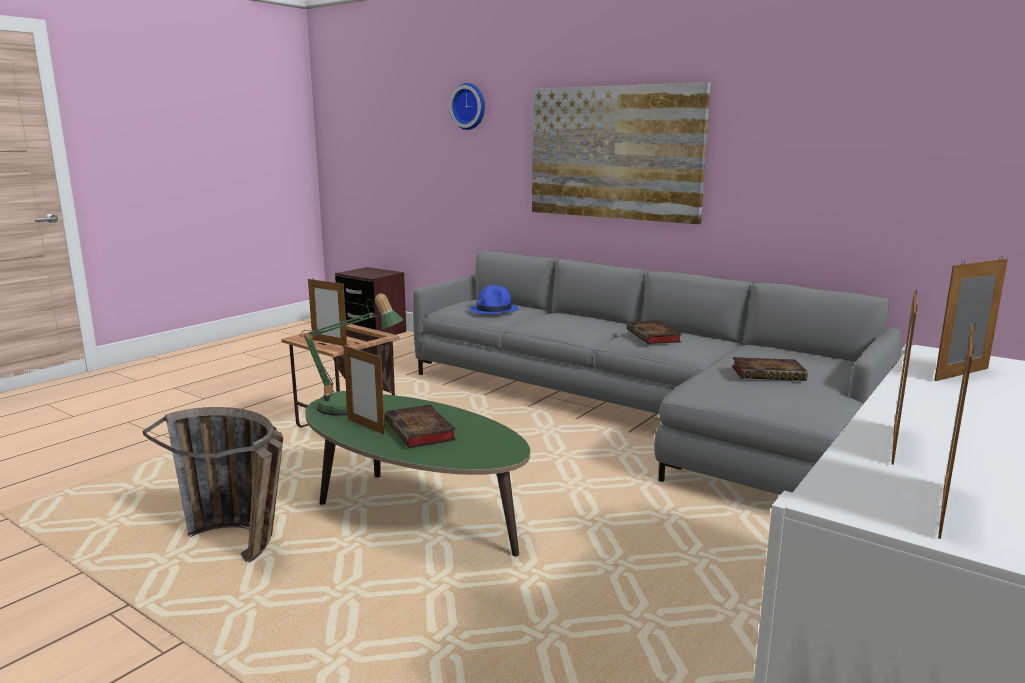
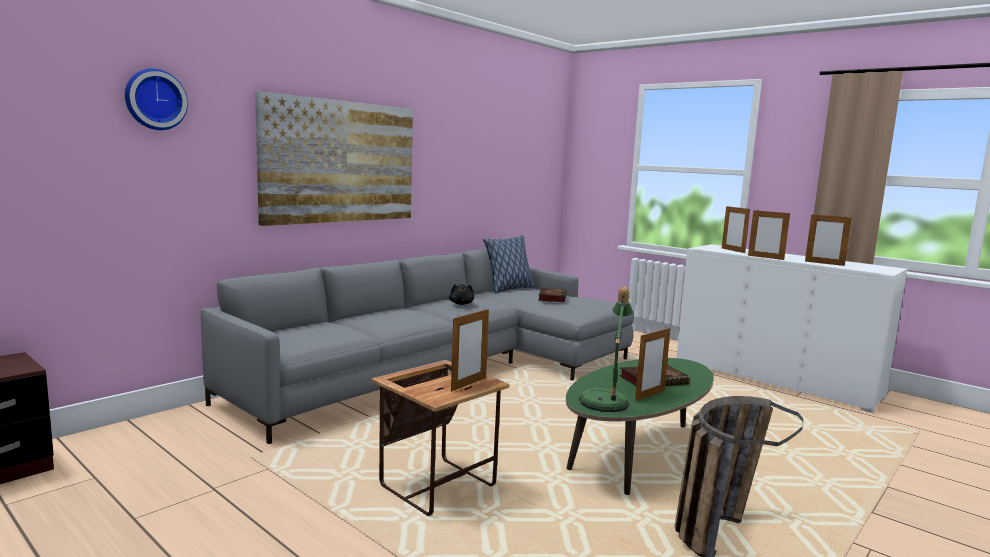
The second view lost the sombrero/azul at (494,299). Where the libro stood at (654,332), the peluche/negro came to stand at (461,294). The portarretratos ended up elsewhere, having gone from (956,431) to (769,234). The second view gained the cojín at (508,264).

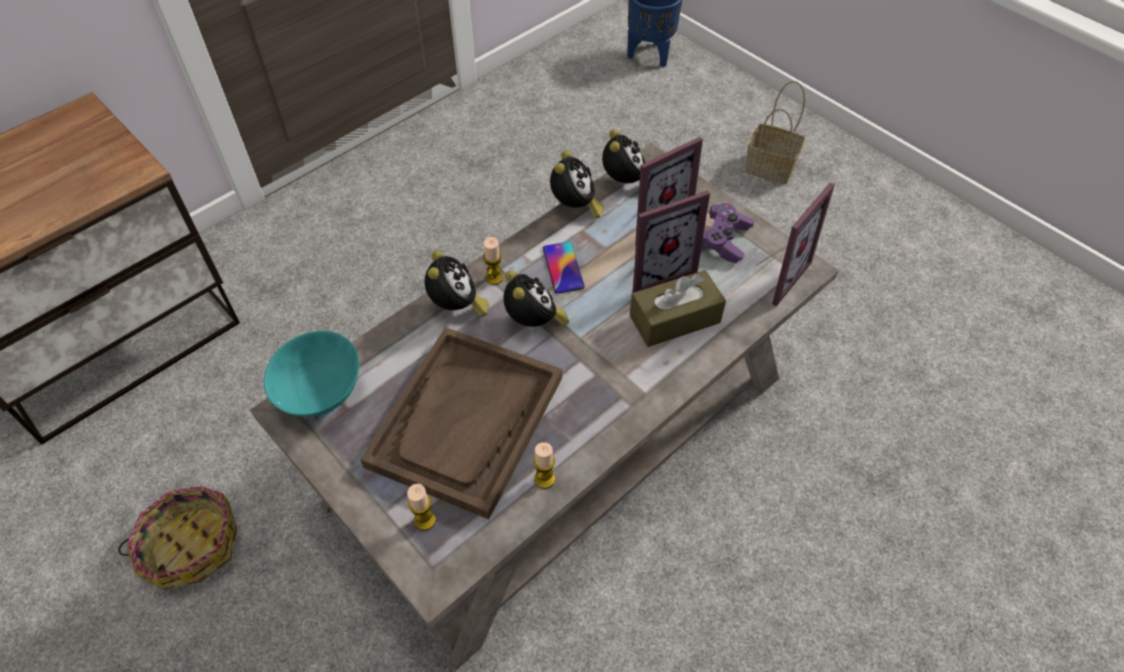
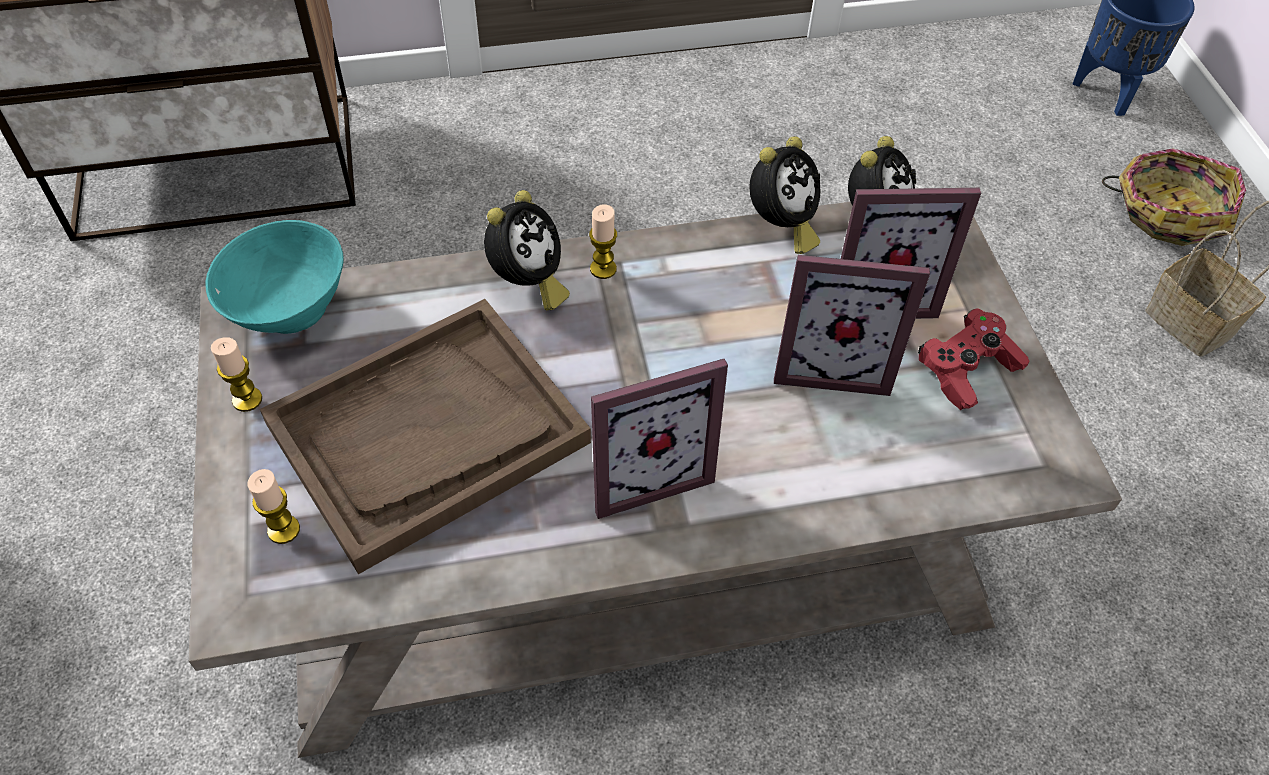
The cesta ended up elsewhere, having gone from (177,538) to (1174,197). The second view lost the despertador at (536,298). The vela ended up elsewhere, having gone from (544,465) to (236,374). The second view lost the móvil at (564,268). The second view lost the caja de pañuelos/marrón at (678,308). What was the mando de consola/morado at (728,233) turned into the mando de consola/rojo at (973,359). The portarretratos ended up elsewhere, having gone from (796,244) to (659,439).

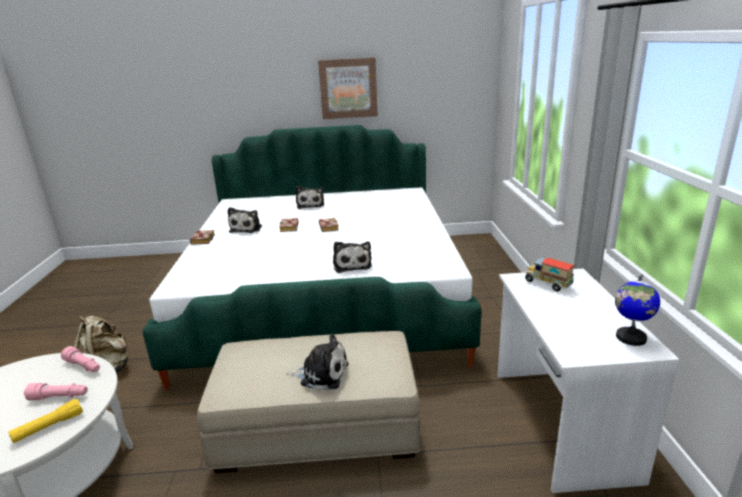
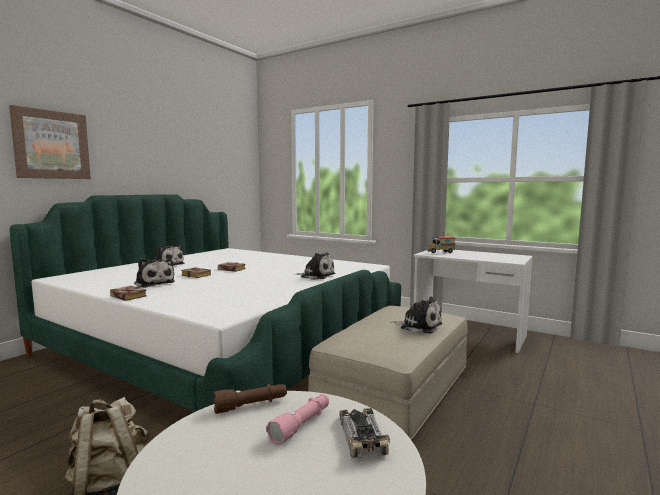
Where the linterna/amarillo stood at (45,421), the coche de juguete came to stand at (364,433). What was the linterna/rosa at (80,359) turned into the linterna/marrón at (250,399). The peluche at (317,362) ended up facing another way, 75 degrees clockwise from before. The cuadro ended up elsewhere, having gone from (348,88) to (50,142). The second view lost the globo terráqueo at (637,310).

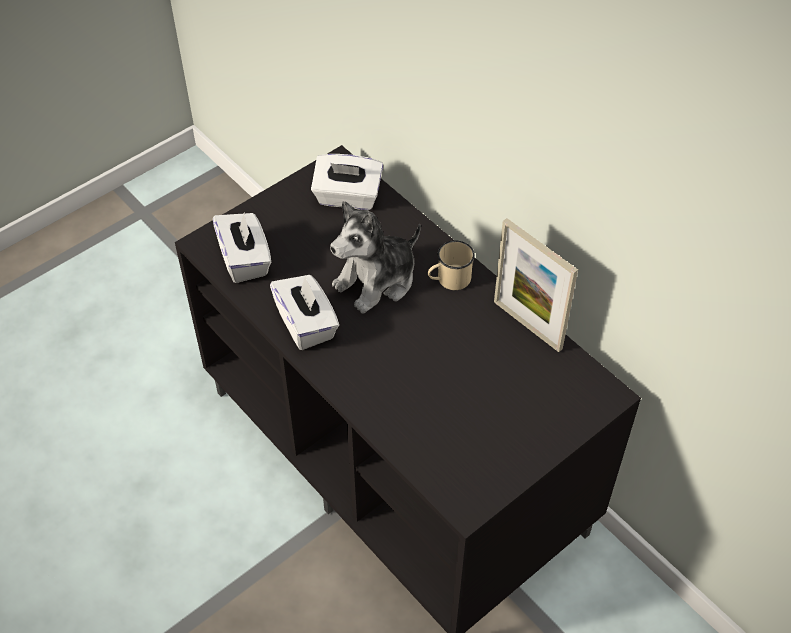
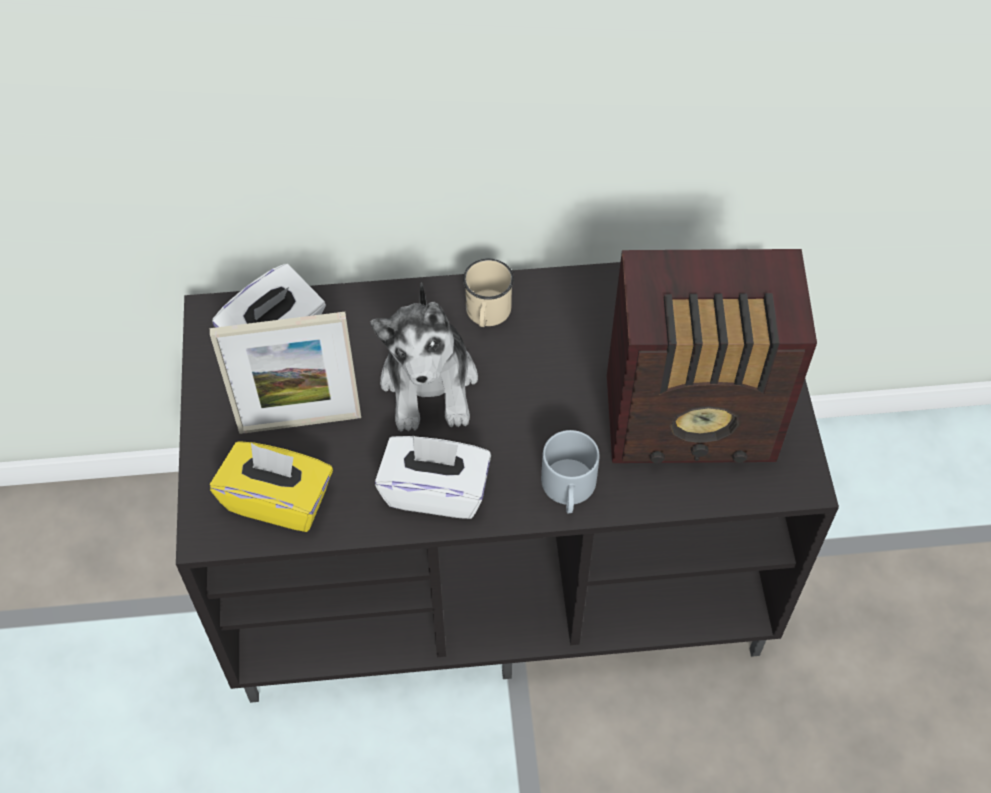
What was the caja de pañuelos/blanco at (242,248) turned into the caja de pañuelos/amarillo at (271,486). The portarretratos ended up elsewhere, having gone from (536,285) to (285,373). The second view gained the taza grande/gris at (570,471). The second view gained the radio at (712,356).

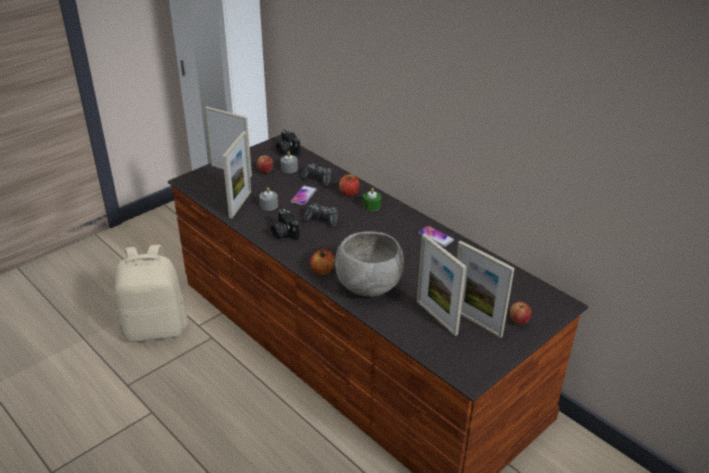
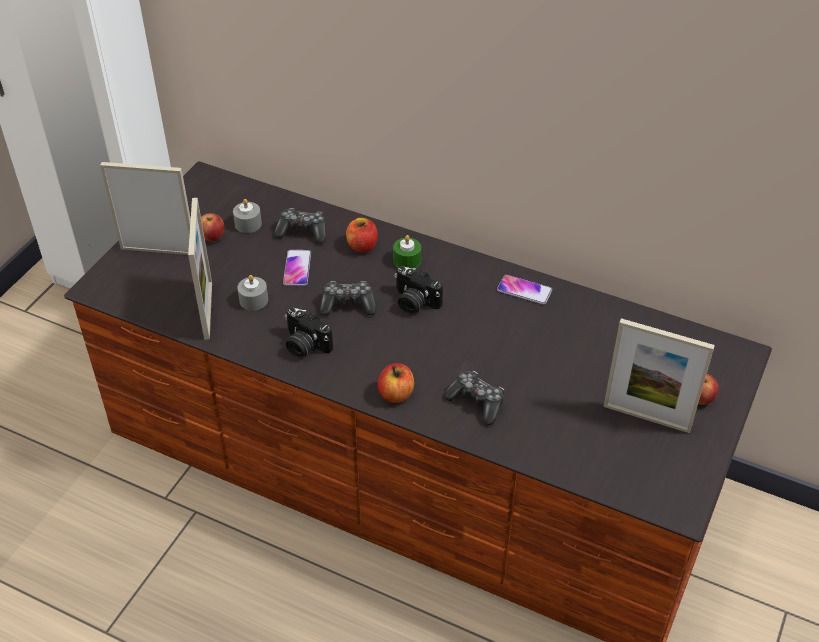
The second view lost the mochila/beis at (151,293). The cámara ended up elsewhere, having gone from (288,143) to (419,290). Where the cuenco/gris stood at (369,264), the mando de consola came to stand at (474,398). The second view lost the portarretratos at (442,285).

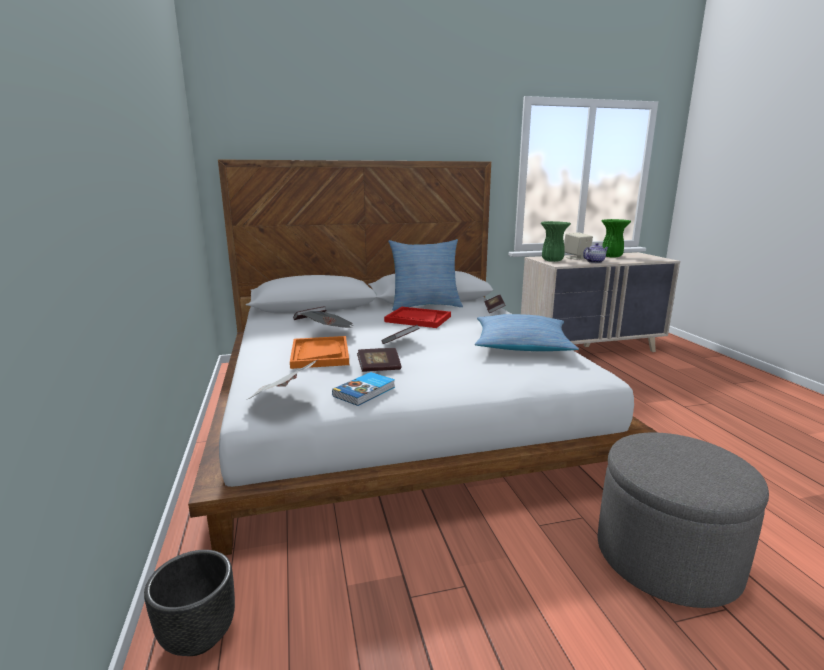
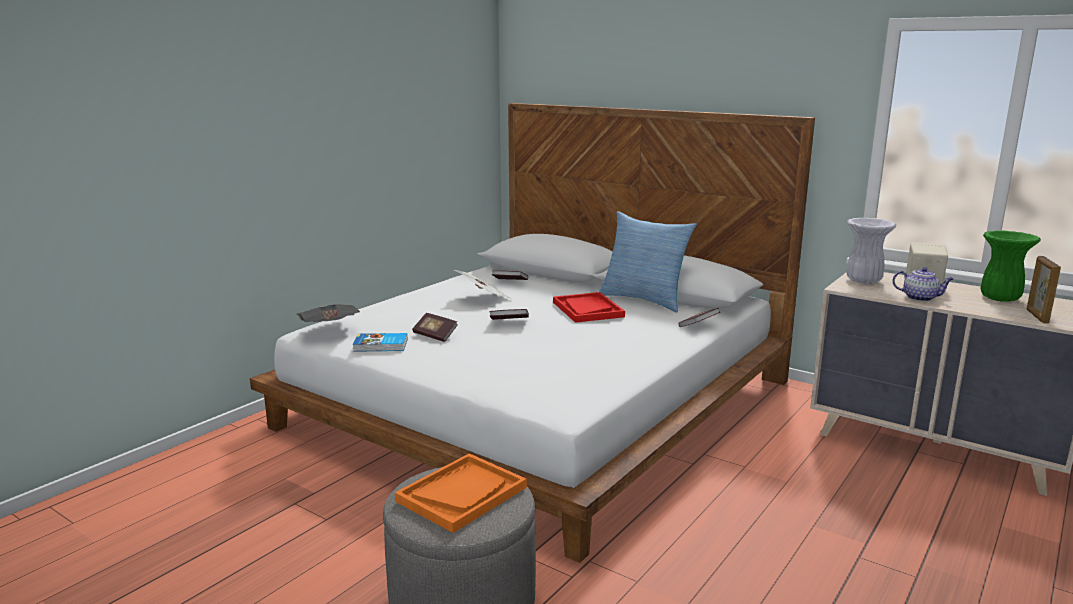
The second view lost the maceta/negro at (189,603). The bandeja/naranja ended up elsewhere, having gone from (319,352) to (461,493). The second view lost the cojín at (527,332). What was the florero/verde at (556,241) turned into the florero/blanco at (871,251). The second view gained the portarretratos at (1044,290).

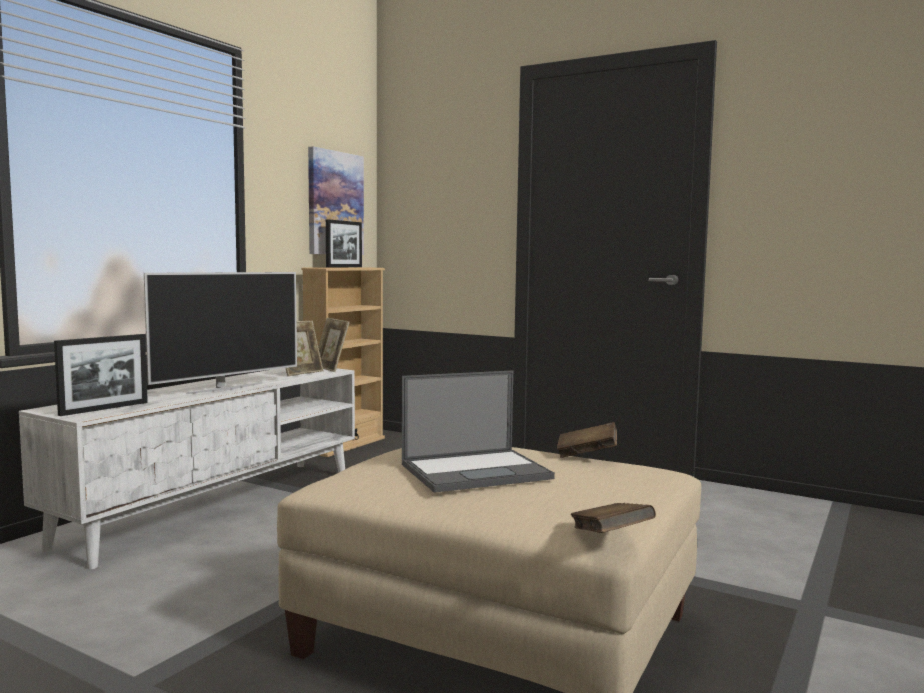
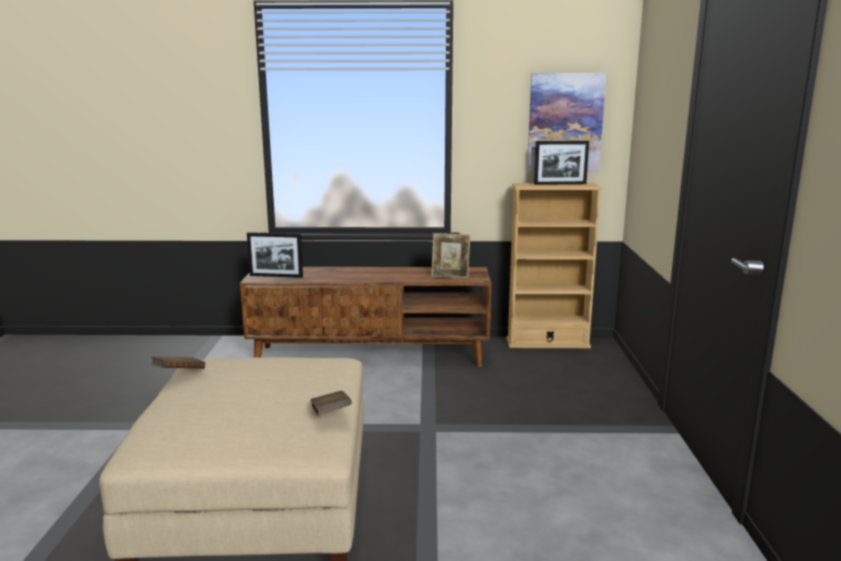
What was the mueble de televisión/blanco at (187,468) turned into the mueble de televisión/marrón at (365,317). The second view lost the televisor at (220,333). The second view lost the portarretratos at (334,345). The second view lost the portátil at (478,431). The libro/marrón ended up elsewhere, having gone from (613,518) to (178,363).

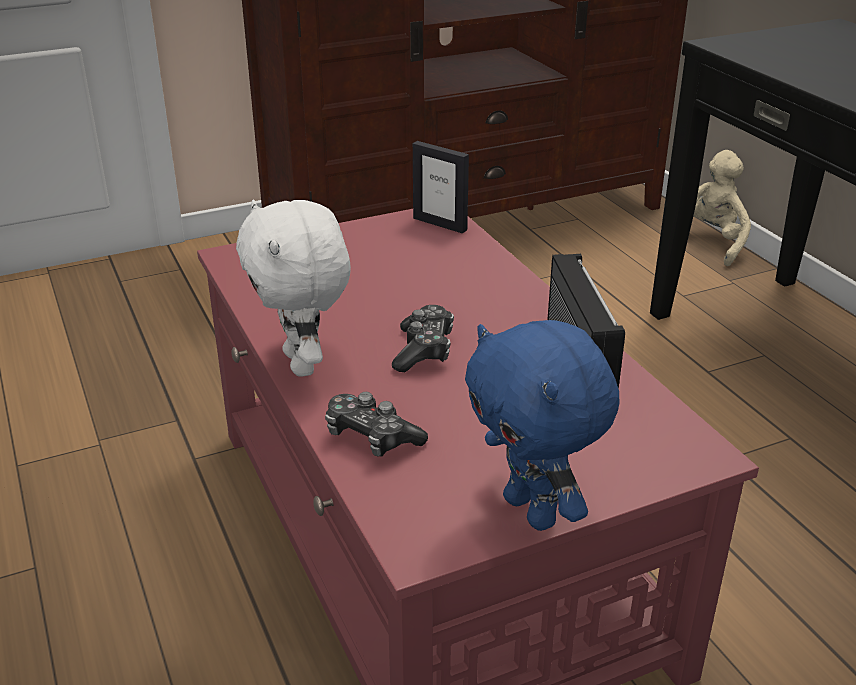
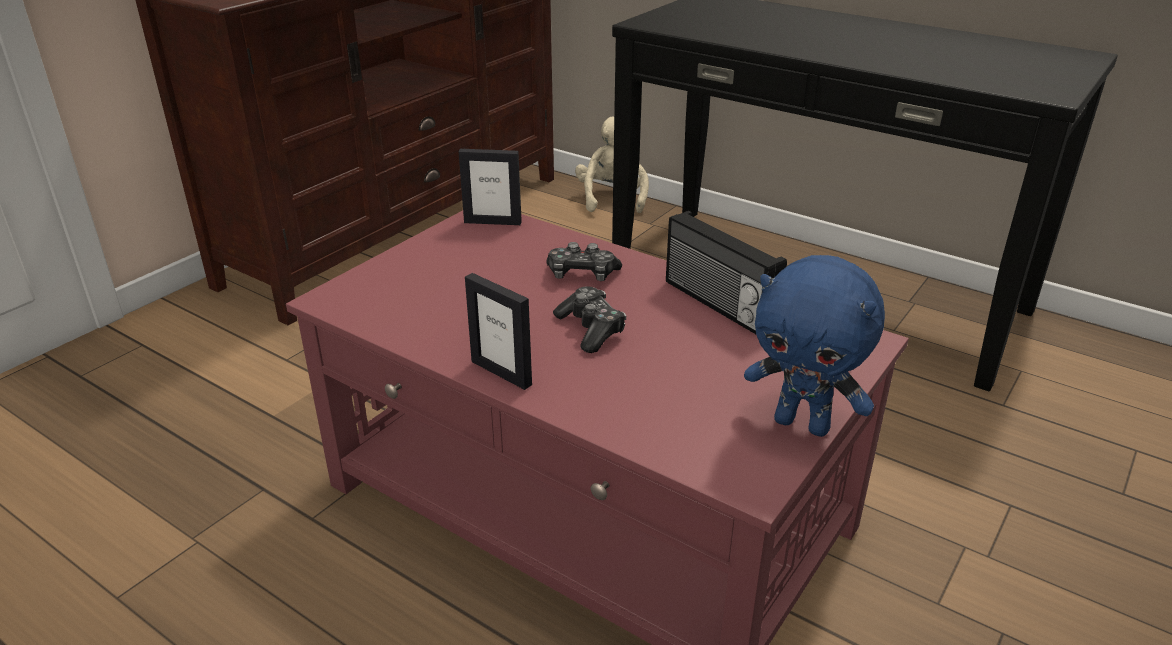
Where the peluche/blanco stood at (293,288), the portarretratos came to stand at (498,331). The mando de consola ended up elsewhere, having gone from (376,424) to (584,261).

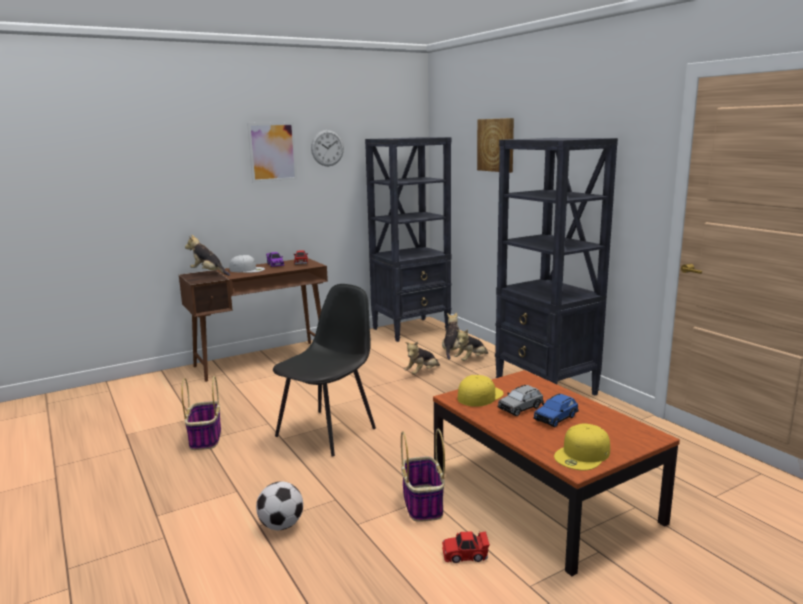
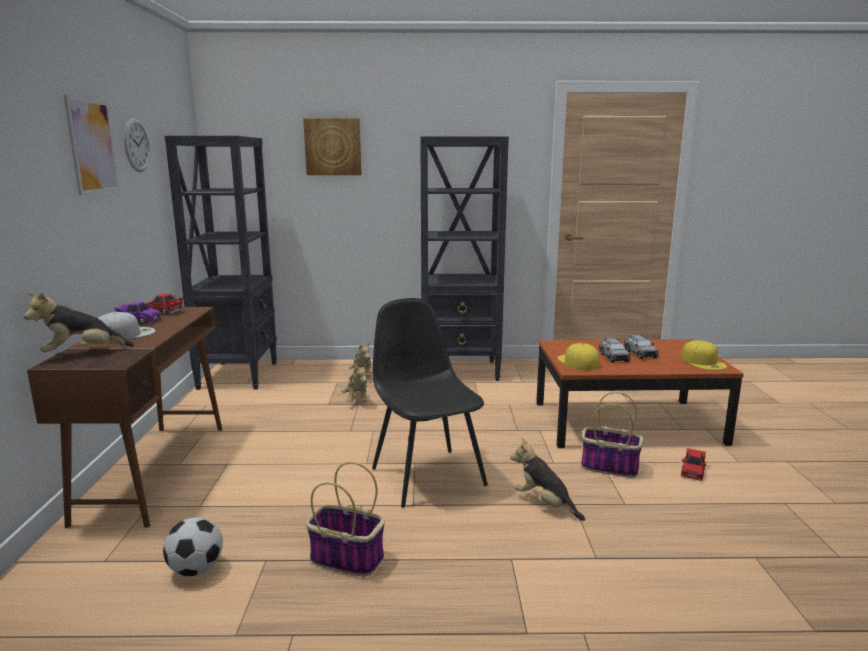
The balón de fútbol ended up elsewhere, having gone from (279,505) to (193,546). The peluche ended up elsewhere, having gone from (451,336) to (547,479). What was the coche de juguete/azul at (556,411) turned into the coche de juguete/gris at (641,347).

